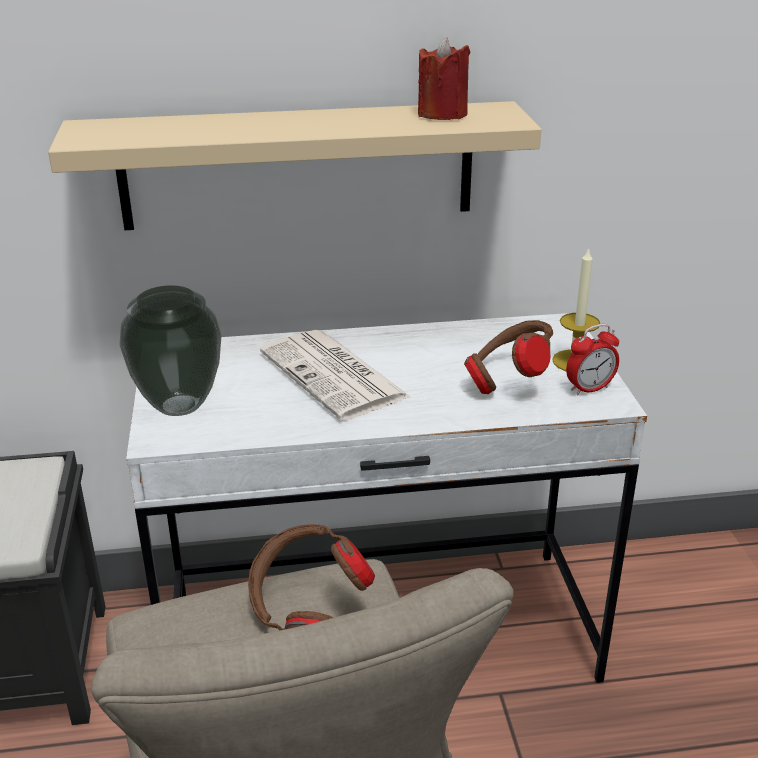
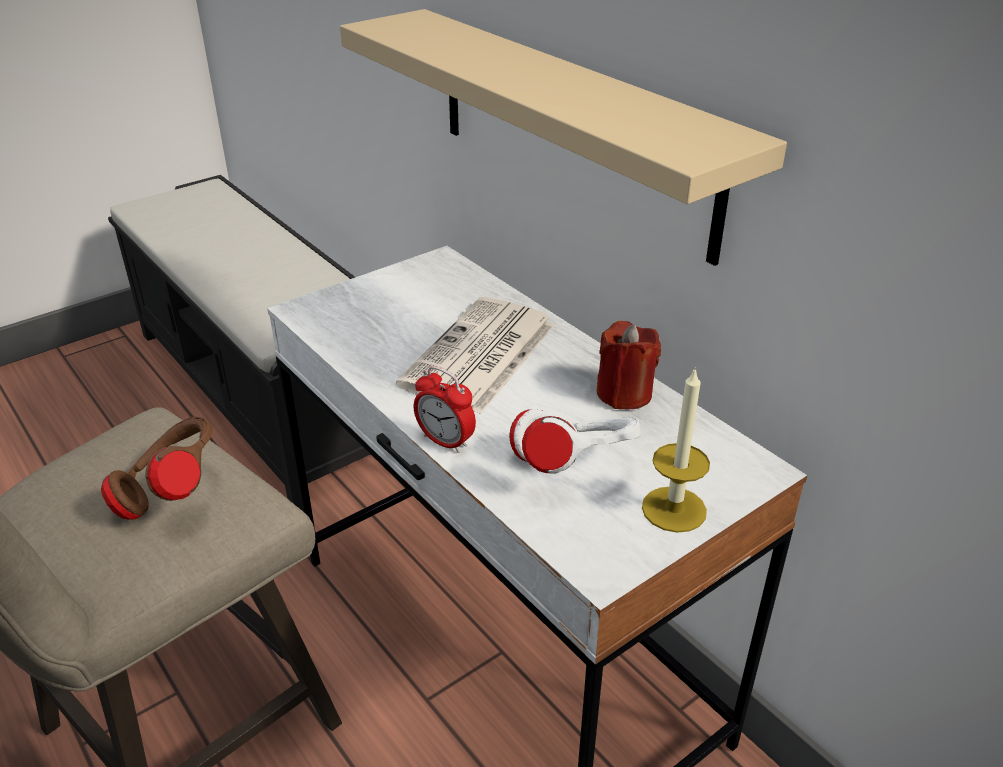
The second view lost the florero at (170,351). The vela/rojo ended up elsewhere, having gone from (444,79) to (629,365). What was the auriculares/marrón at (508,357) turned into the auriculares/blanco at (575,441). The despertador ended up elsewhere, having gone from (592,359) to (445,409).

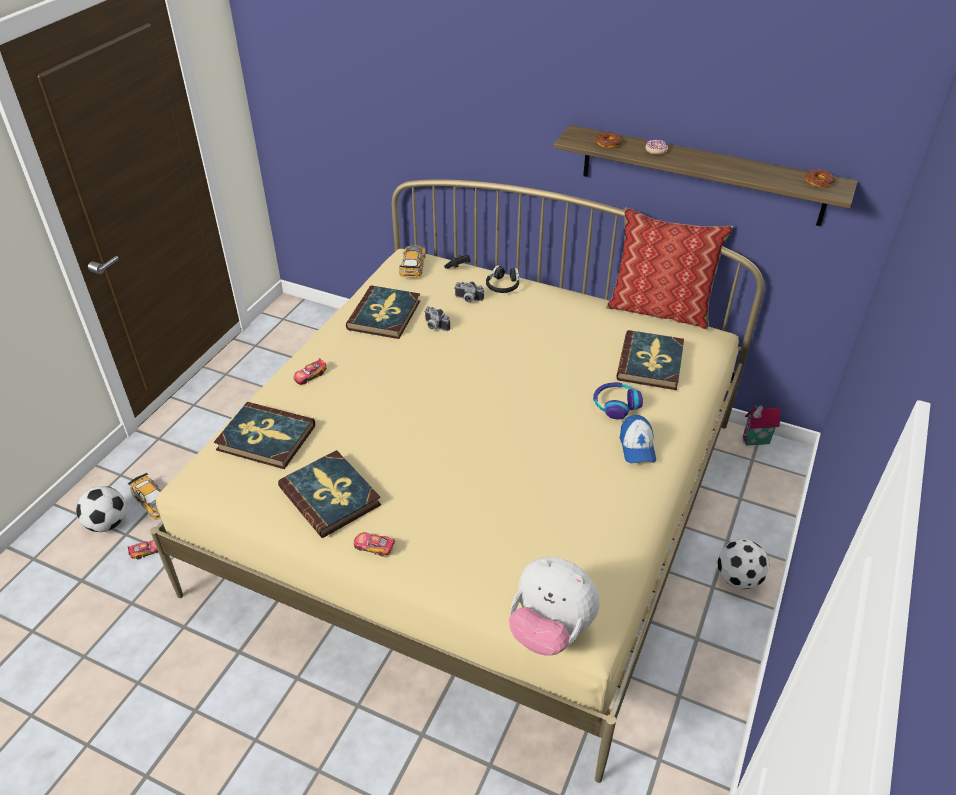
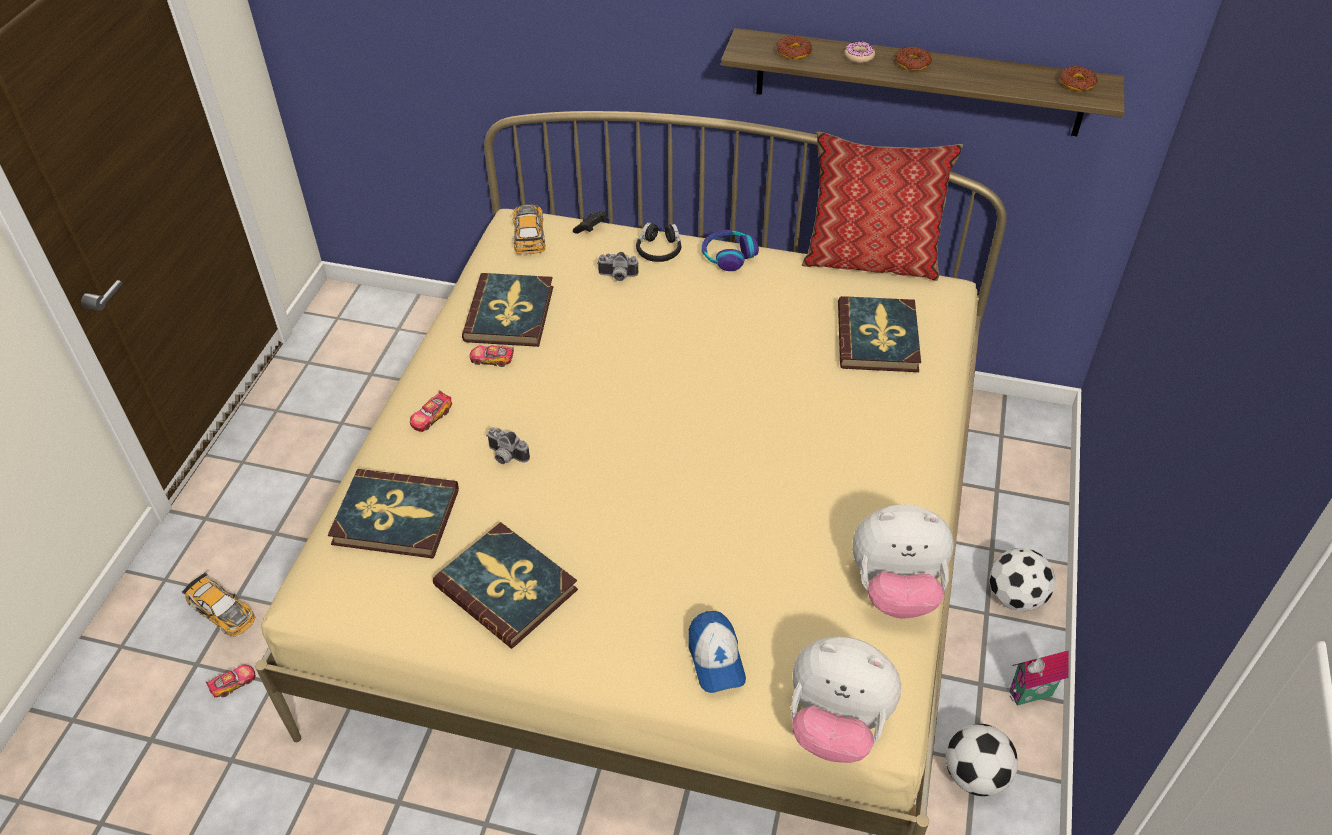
The balón de fútbol ended up elsewhere, having gone from (101,509) to (982,760). The coche de juguete ended up elsewhere, having gone from (374,544) to (492,356). The cámara ended up elsewhere, having gone from (437,318) to (508,446). The auriculares ended up elsewhere, having gone from (618,400) to (730,250). The gorra ended up elsewhere, having gone from (638,439) to (717,652). The casita ended up elsewhere, having gone from (761,425) to (1039,678). The second view gained the peluche at (902,561). The second view gained the rosquilla at (913,58).

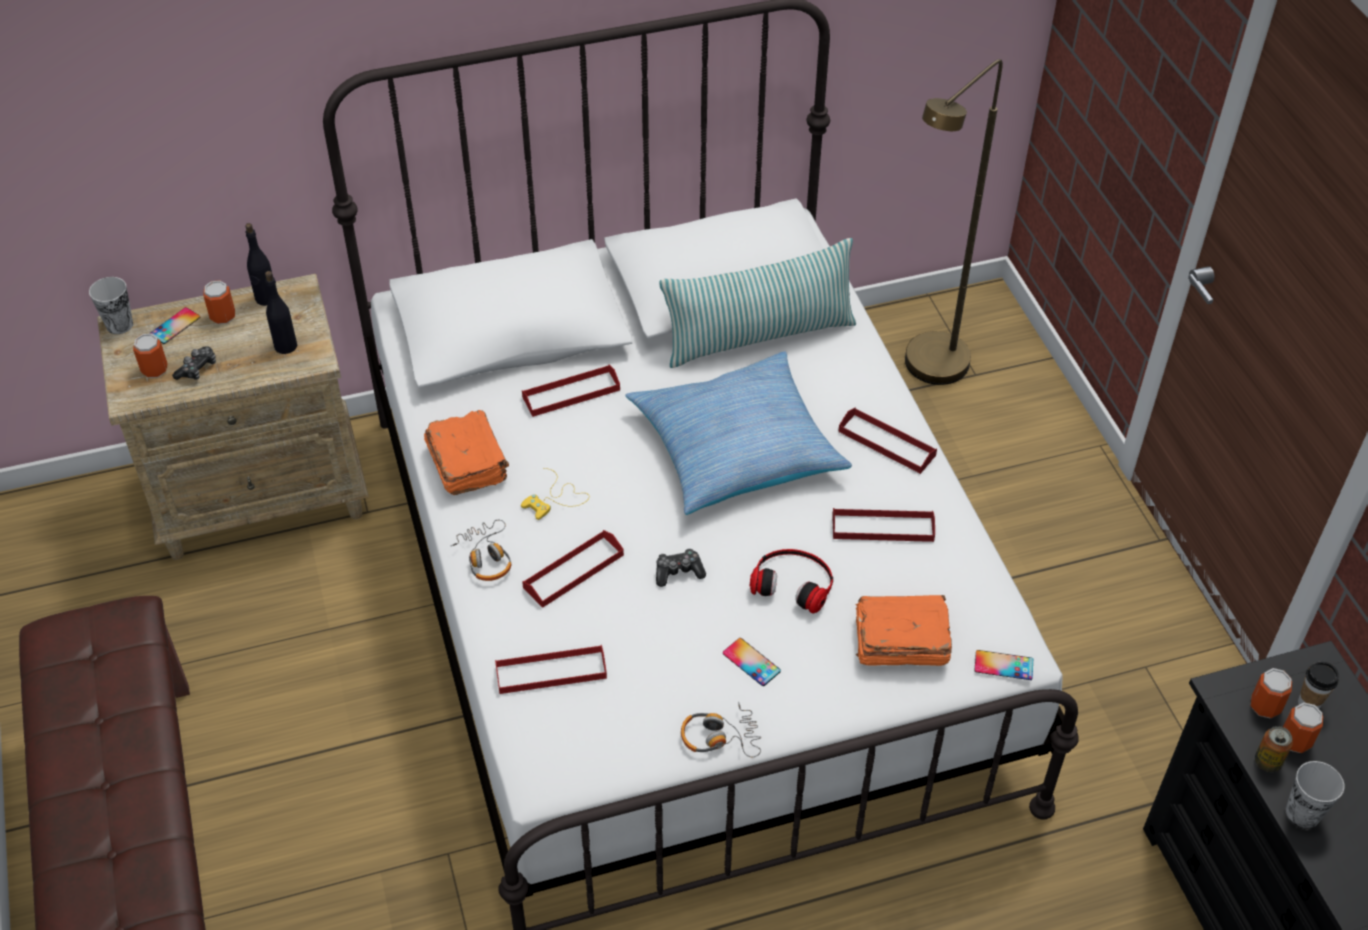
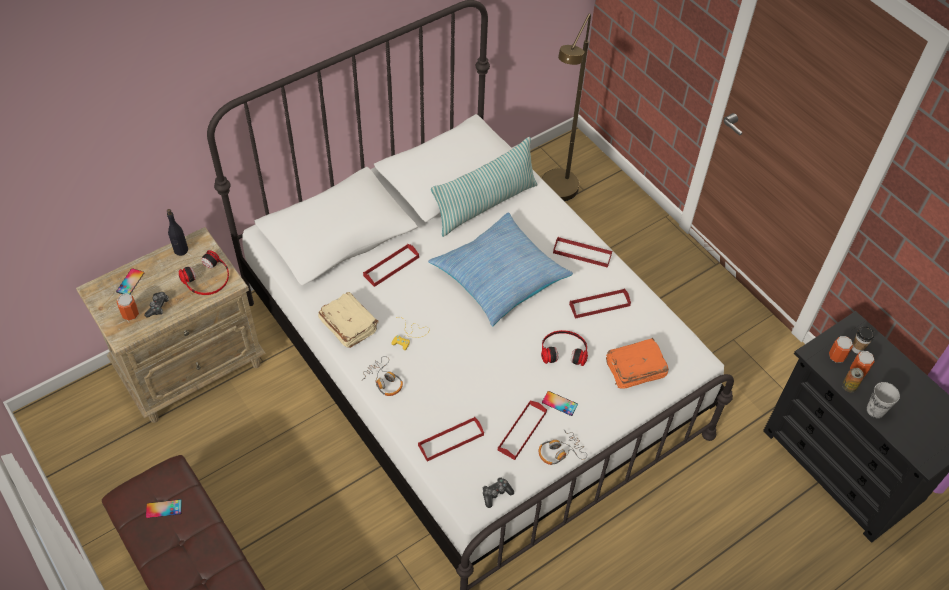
The second view lost the taza at (111,305). The second view lost the lata at (219,302). Where the botella/negro stood at (281,312), the auriculares came to stand at (203,272). What was the libro/naranja at (466,452) turned into the libro/beis at (348,320). The bandeja/rojo ended up elsewhere, having gone from (573,569) to (522,430). The mando de consola ended up elsewhere, having gone from (681,567) to (498,492). The móvil ended up elsewhere, having gone from (1003,665) to (164,508).

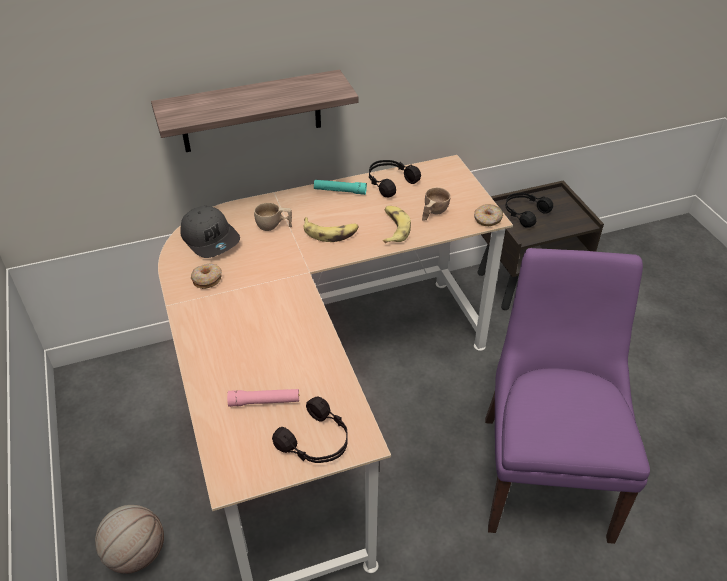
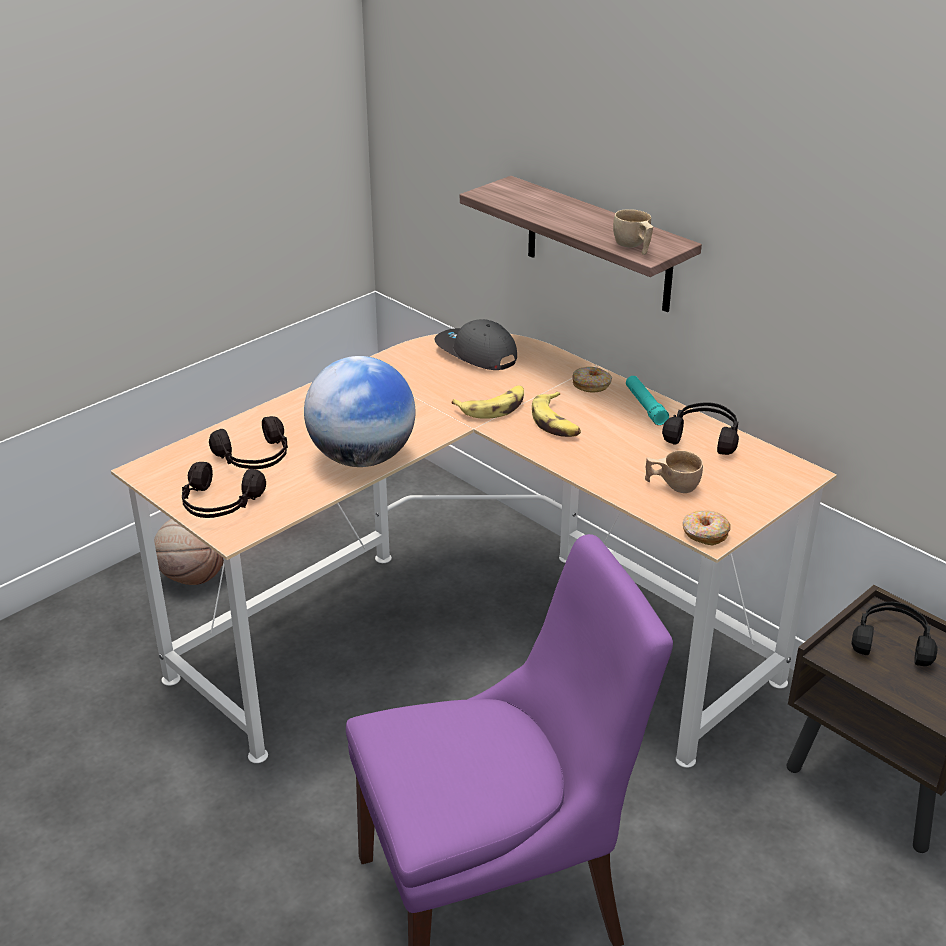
The gorra/gris at (210,231) ended up facing another way, 105 degrees clockwise from before. The rosquilla ended up elsewhere, having gone from (206,276) to (592,380). Where the linterna/rosa stood at (263,398), the auriculares/negro came to stand at (248,442). The taza/beis ended up elsewhere, having gone from (273,217) to (633,232). The plátano ended up elsewhere, having gone from (397,224) to (488,402). The second view gained the globo terráqueo at (359,411).

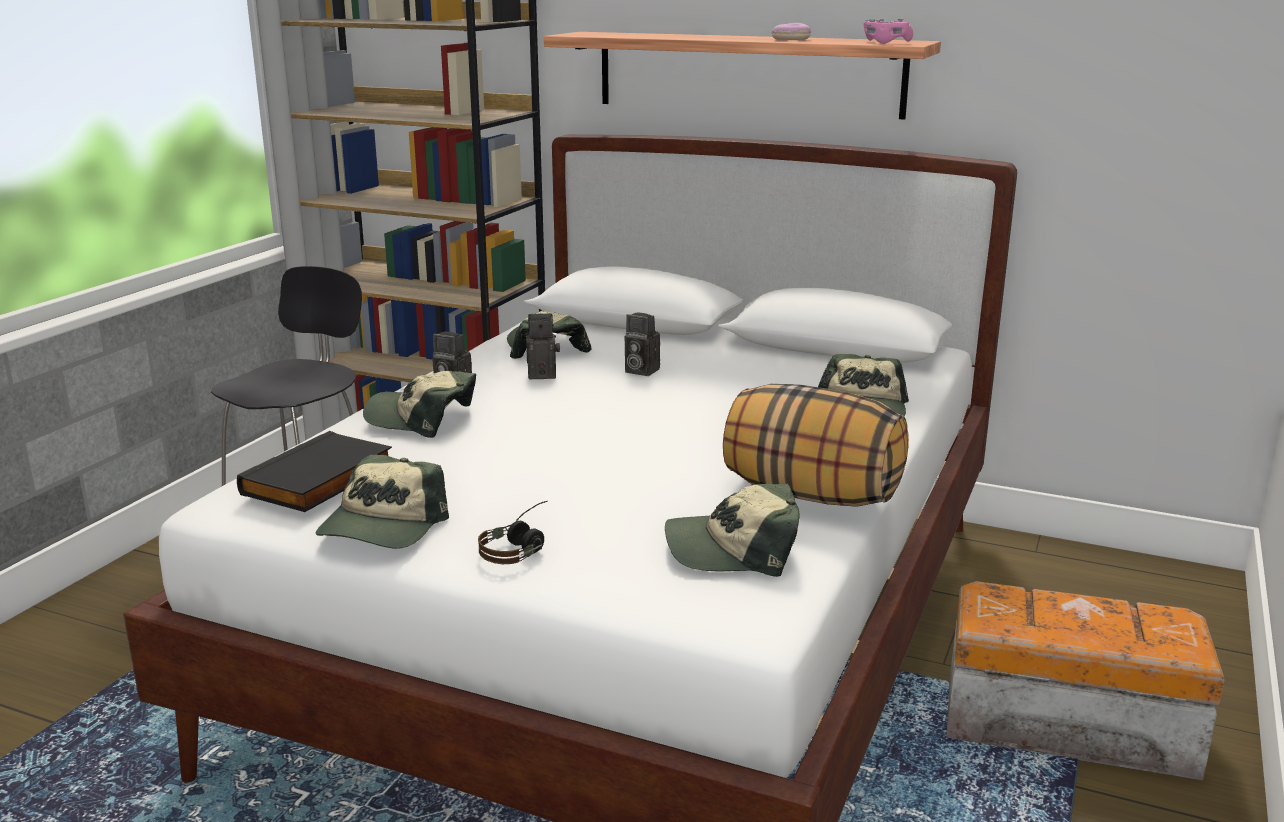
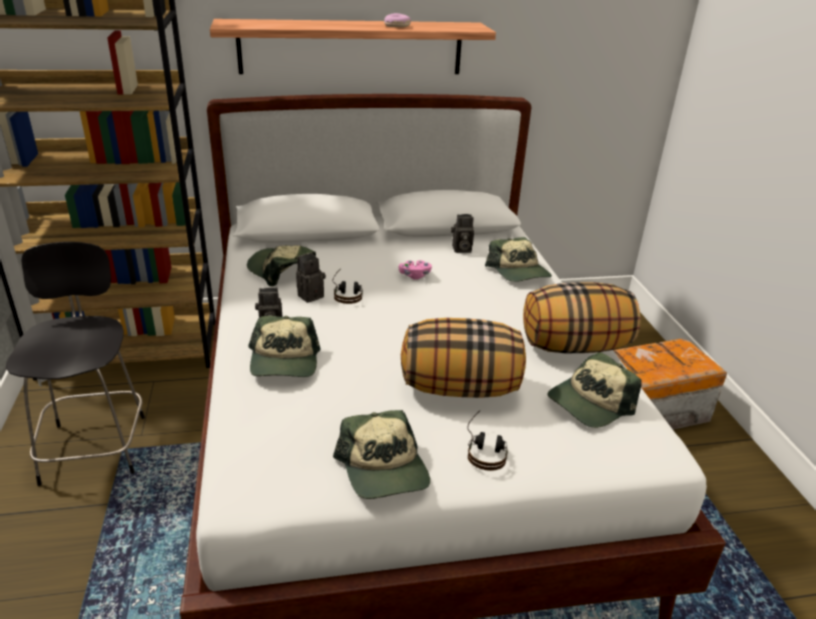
The second view lost the libro/negro at (314,471). The gorra at (419,404) ended up facing another way, 75 degrees counterclockwise from before. The cámara ended up elsewhere, having gone from (642,344) to (462,233). The mando de consola/rosa ended up elsewhere, having gone from (888,30) to (415,270). The second view gained the auriculares at (348,286). The second view gained the cojín at (463,358).

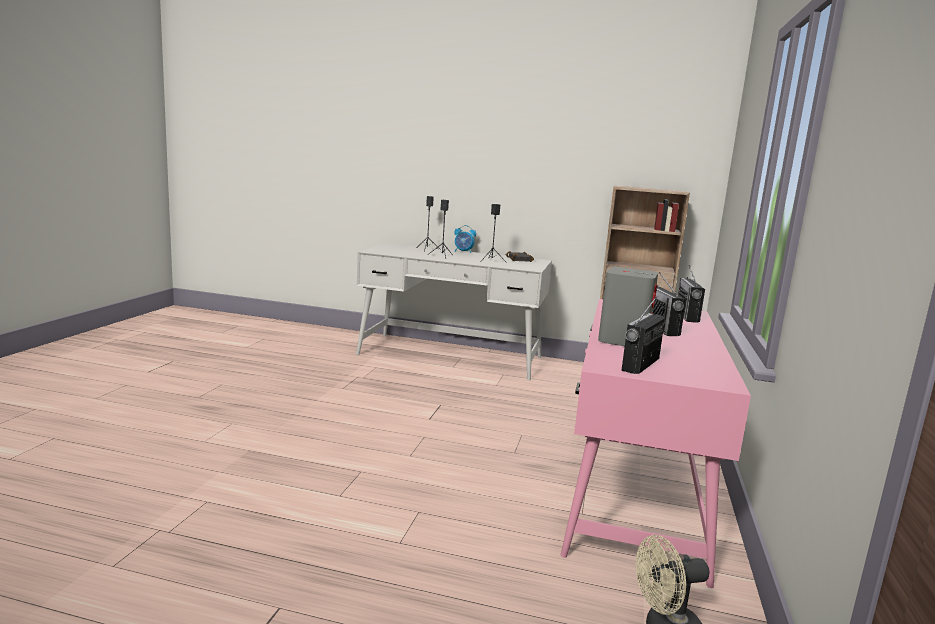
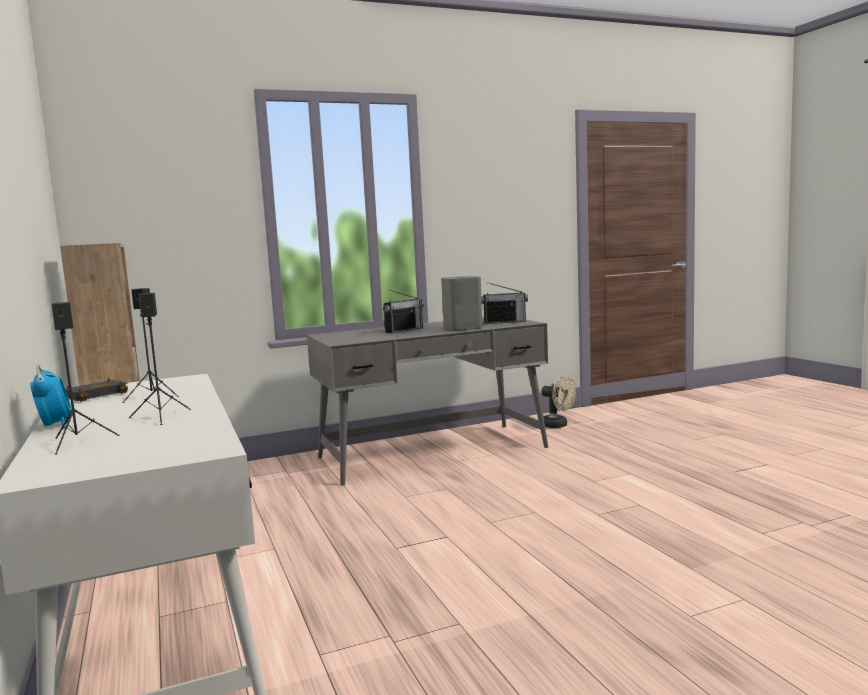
What was the escritorio/rosa at (656,443) turned into the escritorio/gris at (427,401). The second view lost the radio at (691,294).

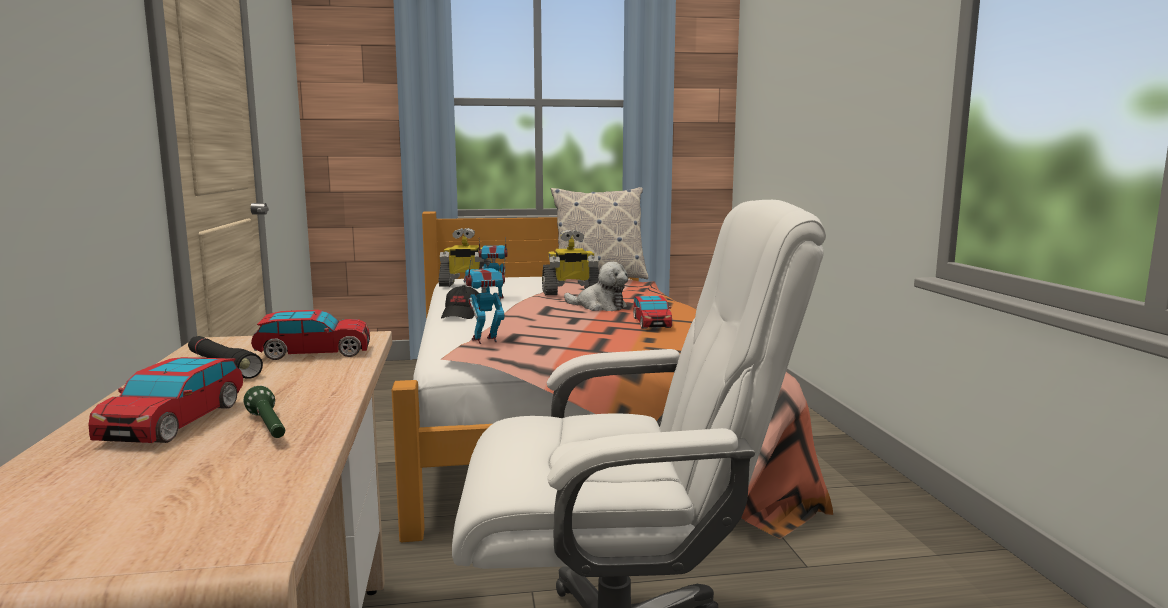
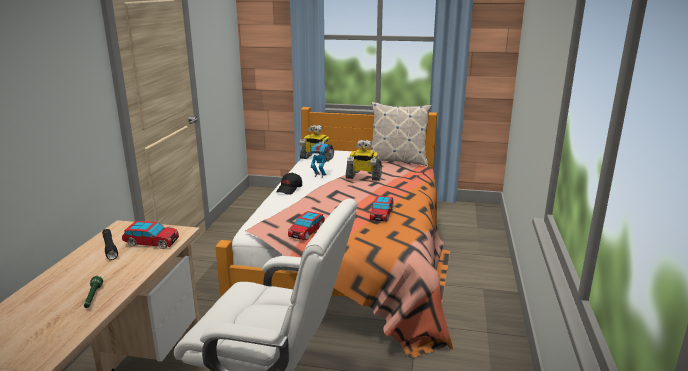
The coche de juguete ended up elsewhere, having gone from (165,400) to (306,225). The second view lost the robot de juguete at (485,301). The second view lost the peluche at (596,286).

